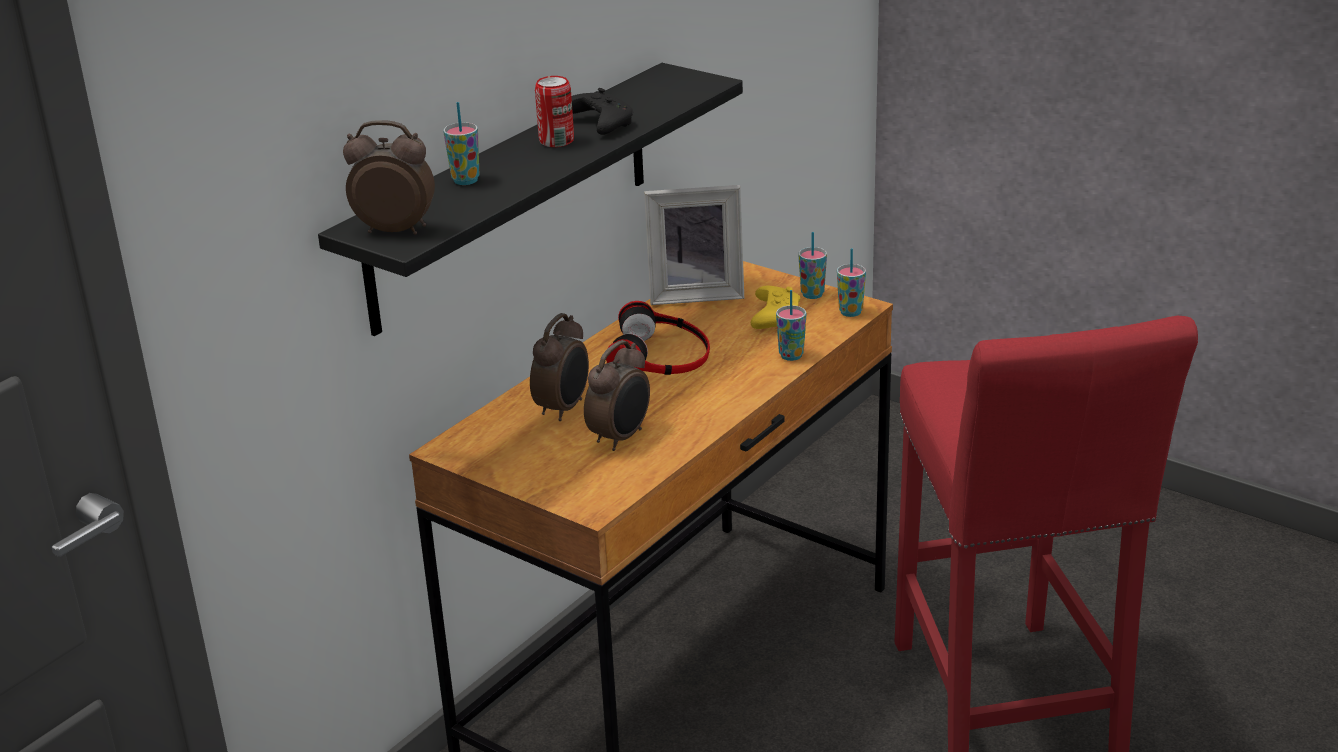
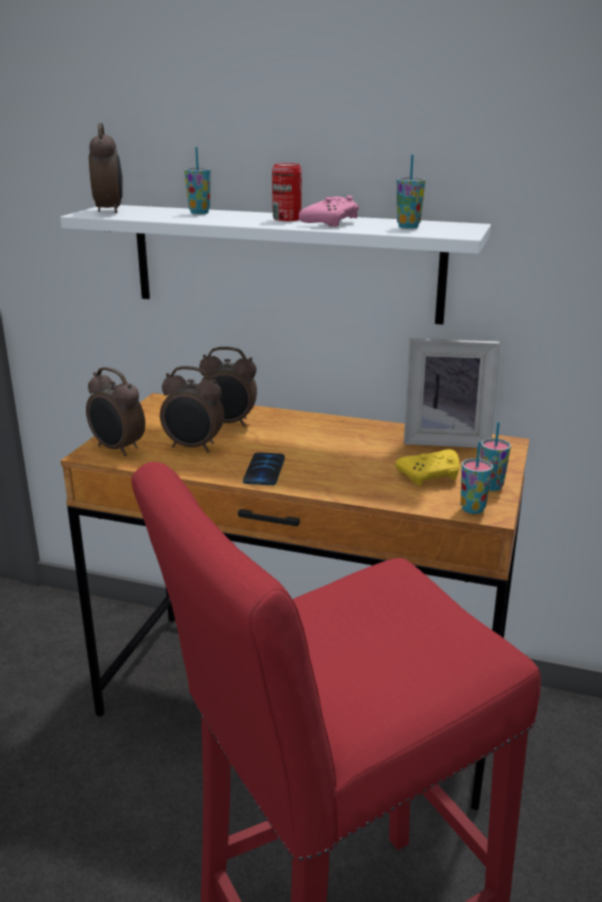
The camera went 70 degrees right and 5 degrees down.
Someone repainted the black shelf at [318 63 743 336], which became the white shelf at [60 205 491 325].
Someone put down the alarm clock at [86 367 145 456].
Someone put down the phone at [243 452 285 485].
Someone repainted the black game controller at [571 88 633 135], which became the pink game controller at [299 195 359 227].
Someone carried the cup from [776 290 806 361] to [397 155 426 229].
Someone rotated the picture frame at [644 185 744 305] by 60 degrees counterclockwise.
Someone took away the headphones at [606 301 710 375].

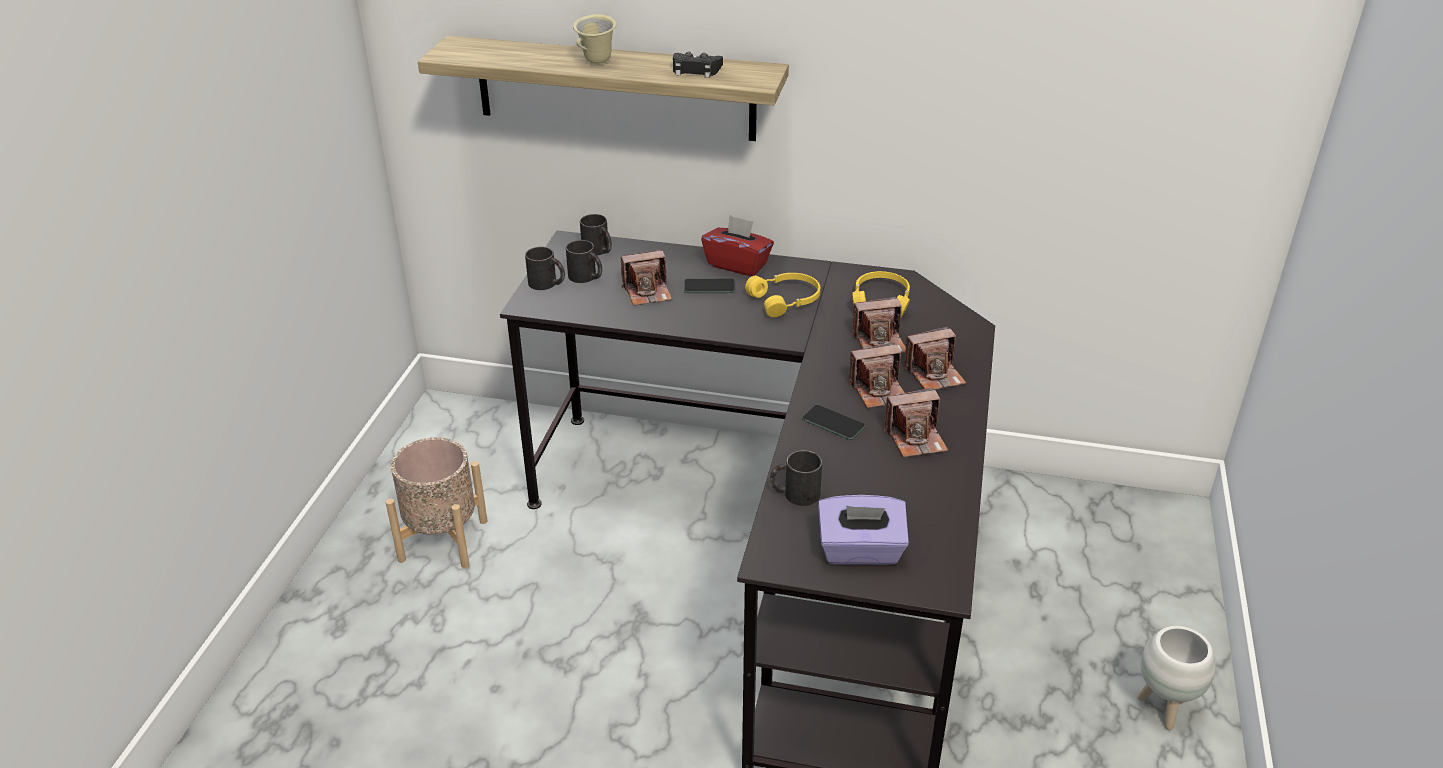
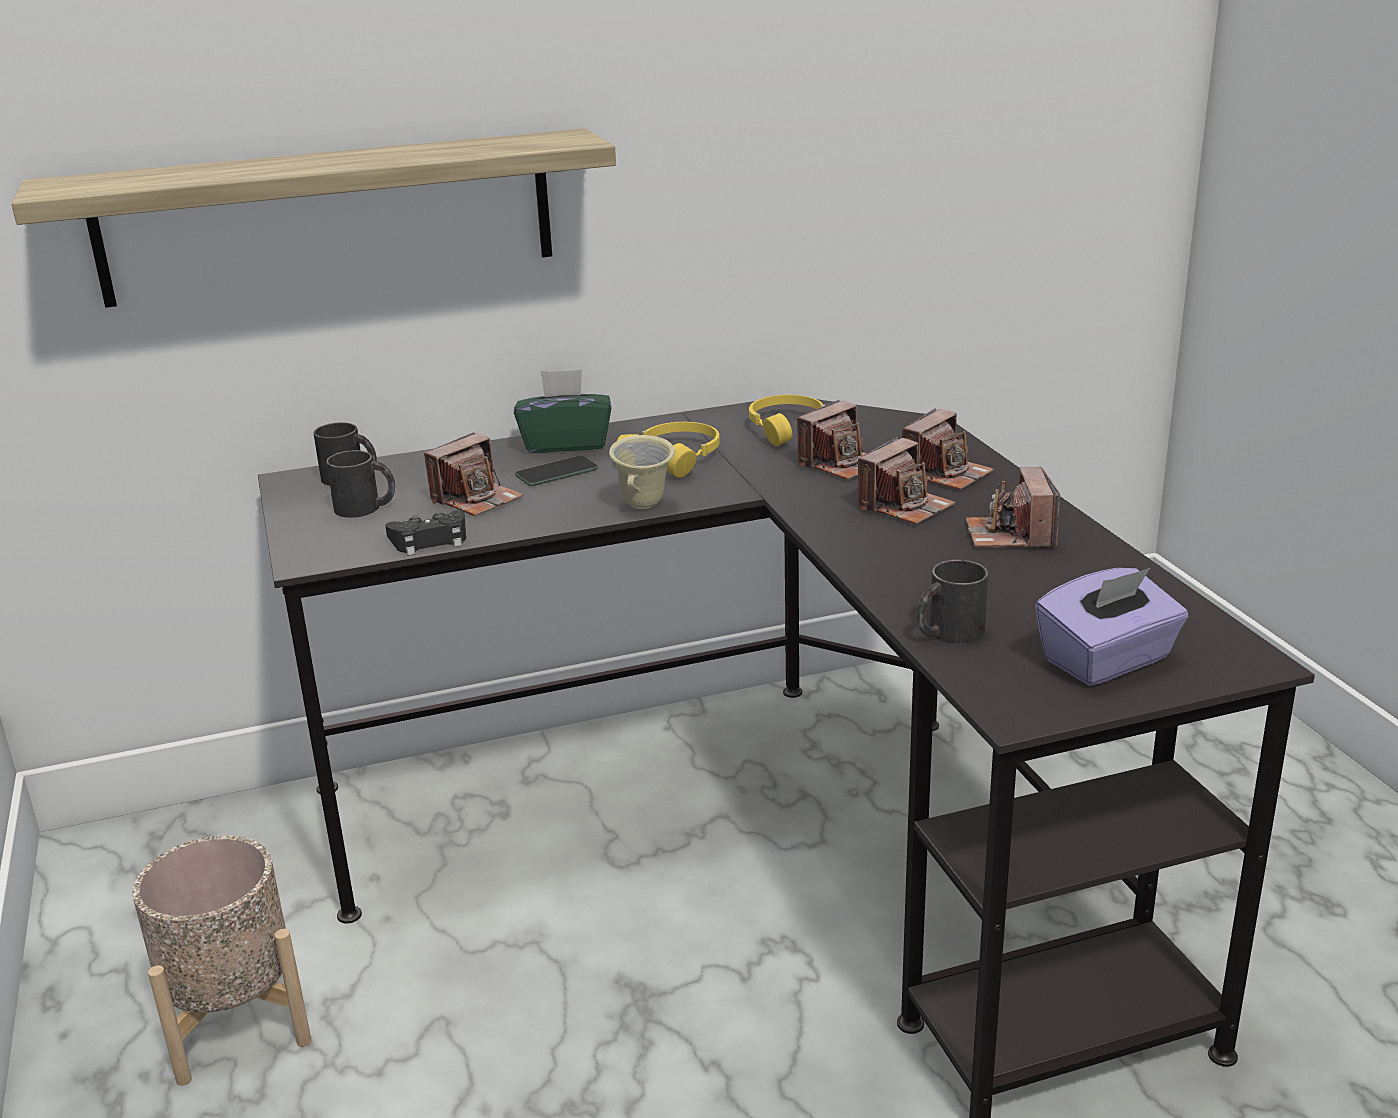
The camera went 30 degrees left and 10 degrees down.
Someone carried the black game controller from [673 51 723 78] to [385 510 466 556].
Someone repainted the red tissue box at [701 215 774 276], which became the green tissue box at [514 369 612 453].
Someone carried the beige mug from [573 15 616 65] to [609 435 675 509].
Someone rotated the photo camera at [884 388 948 457] by 135 degrees clockwise.
Someone took away the black mug at [525 247 565 290].
Someone took away the phone at [802 405 865 440].
Someone took away the white planter at [1137 626 1215 730].

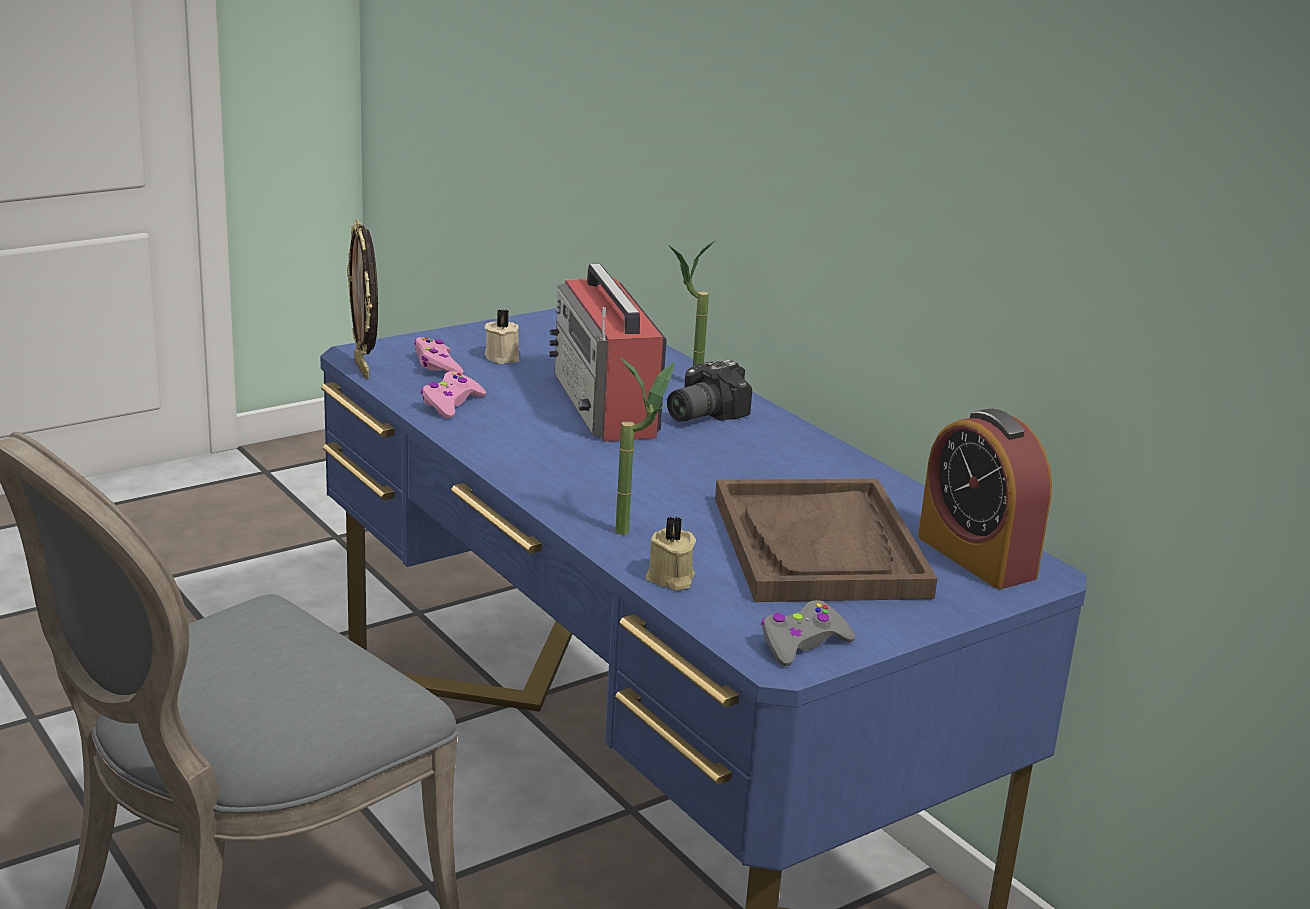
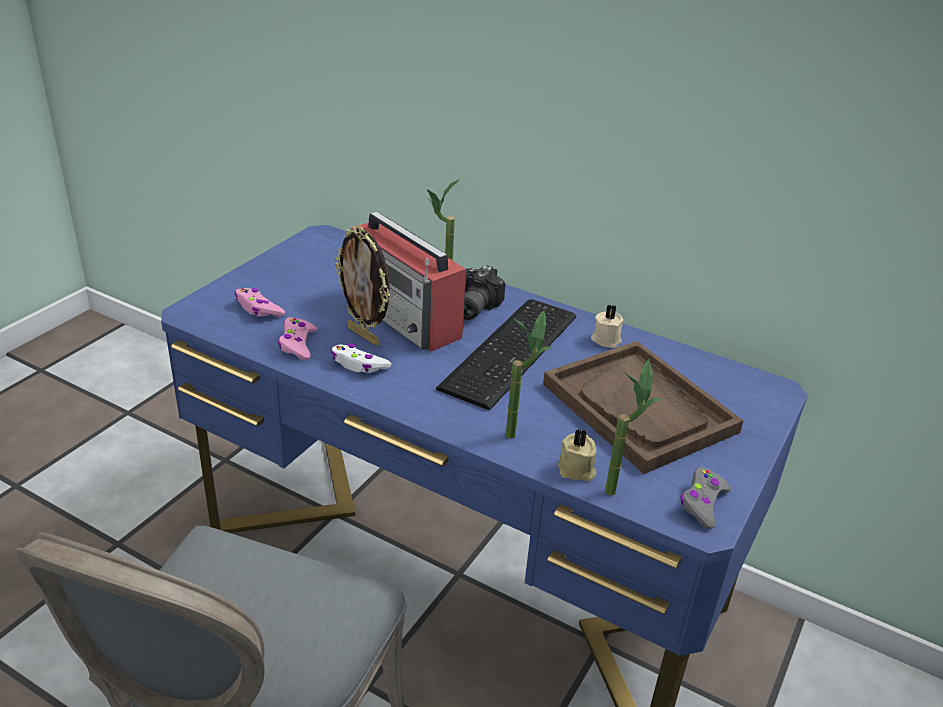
The camera went 25 degrees left and 10 degrees up.
Someone put down the white game controller at [331 344 391 373].
Someone carried the picture frame from [347 220 378 379] to [334 226 390 346].
Someone put down the keyboard at [436 299 576 410].
Someone carried the beige candle from [485 309 519 364] to [591 305 623 348].
Someone put down the potted plant at [605 359 662 496].
Someone took away the alarm clock at [918 409 1052 589].

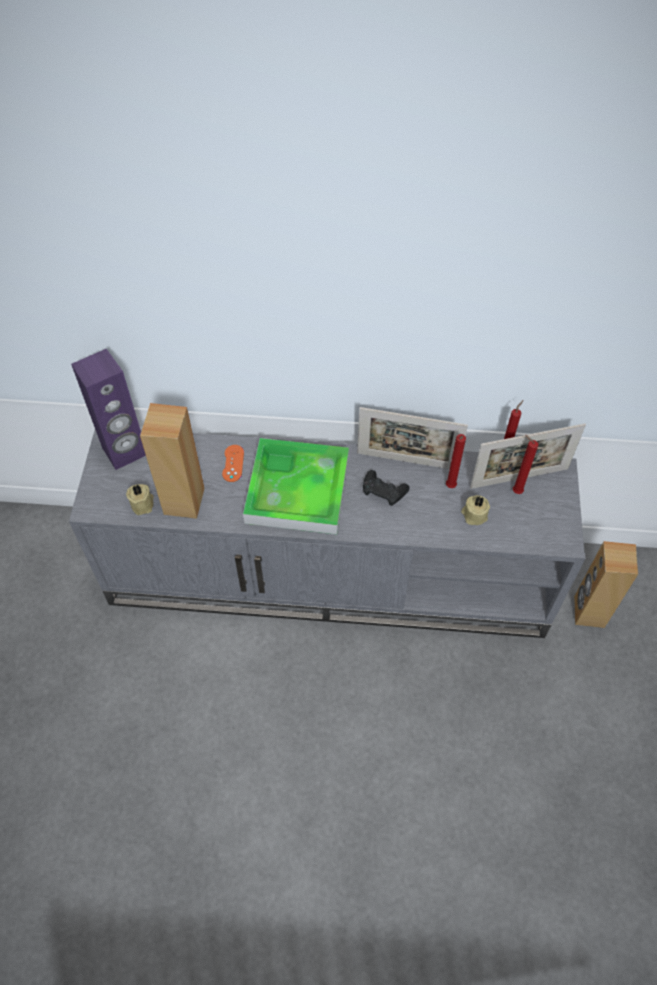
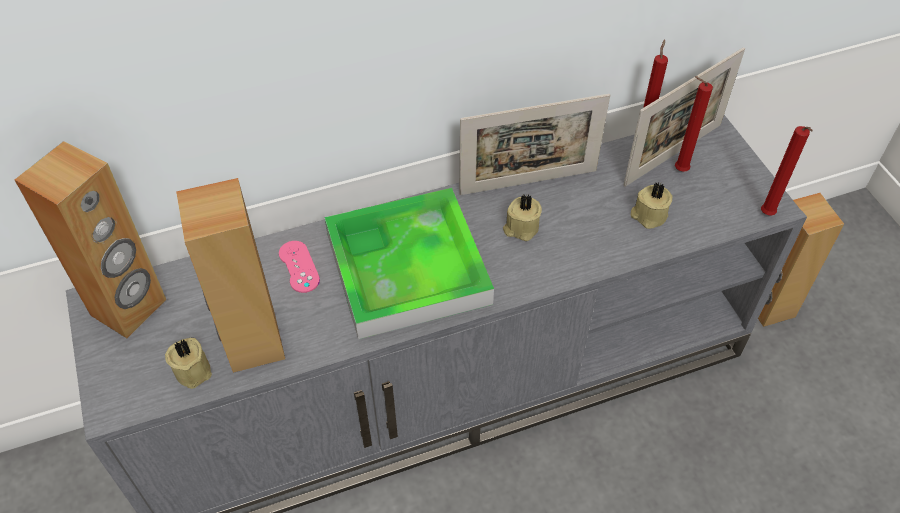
The camera went 25 degrees left and 5 degrees down.
Someone repainted the purple speaker at [71 349 146 470], which became the brown speaker at [15 141 166 338].
Someone repainted the orange game controller at [222 445 244 482], which became the pink game controller at [279 241 320 293].
Someone swapped the black game controller at [363 470 409 506] for the beige candle at [503 195 542 241].
Someone carried the red candle from [446 434 466 488] to [761 126 813 216].

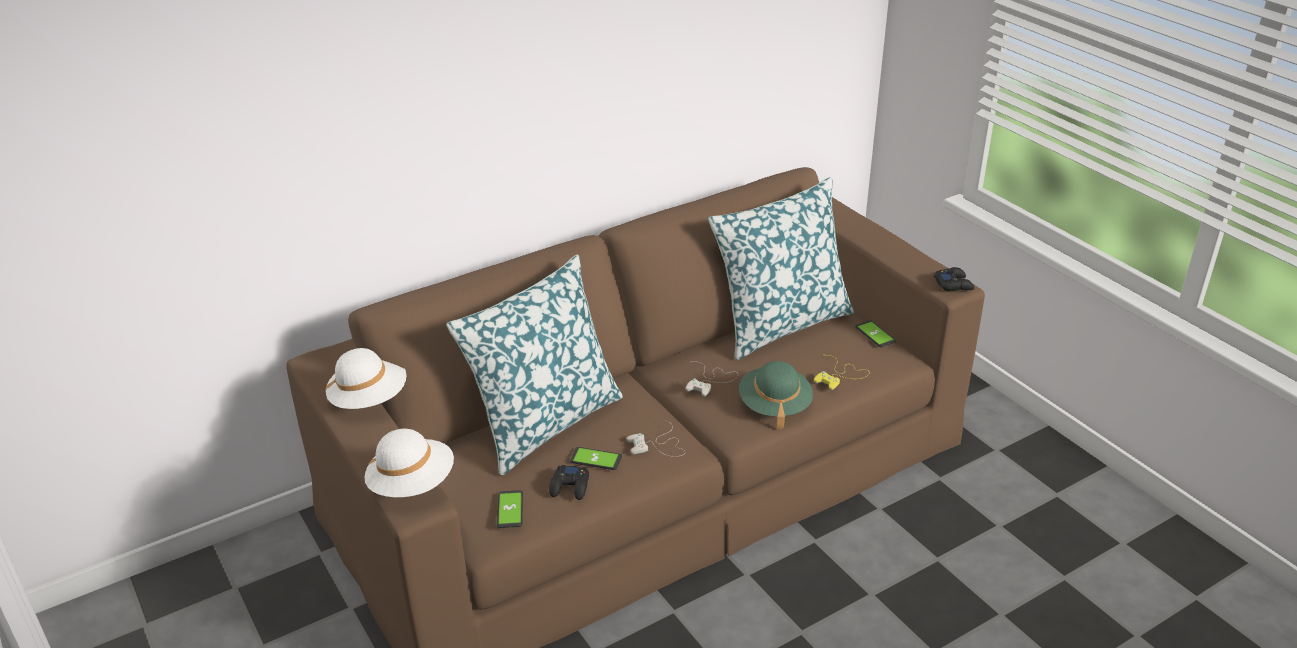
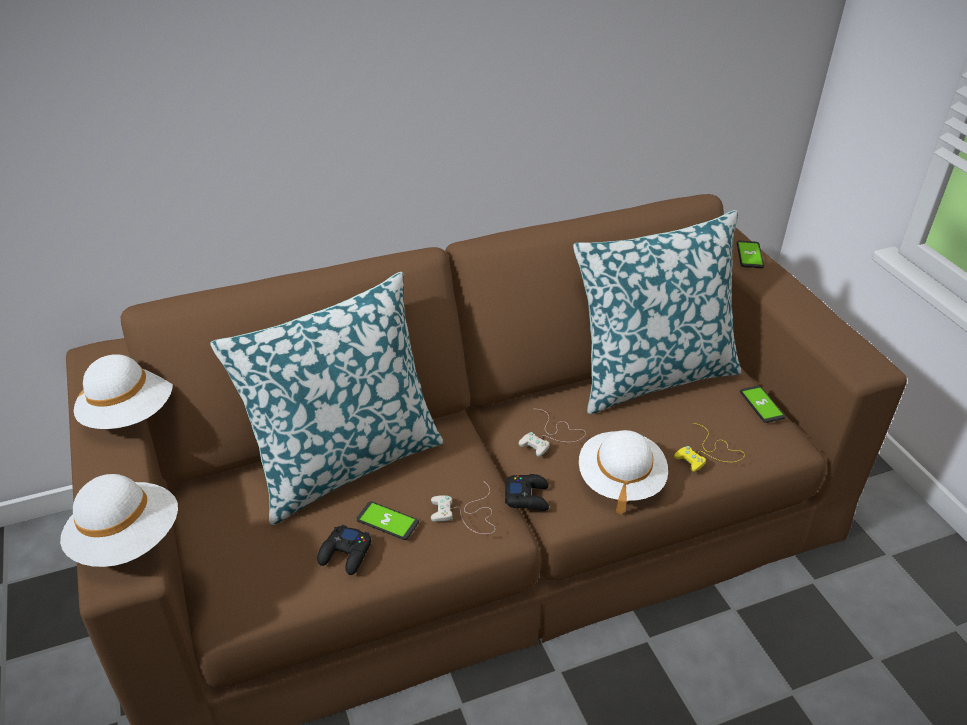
The camera went 10 degrees right and 5 degrees up.
Someone carried the black game controller from [934 267 974 291] to [505 474 549 511].
Someone repainted the green hat at [739 361 813 429], which became the white hat at [579 430 668 515].
Someone carried the phone from [497 490 523 528] to [737 241 764 268].

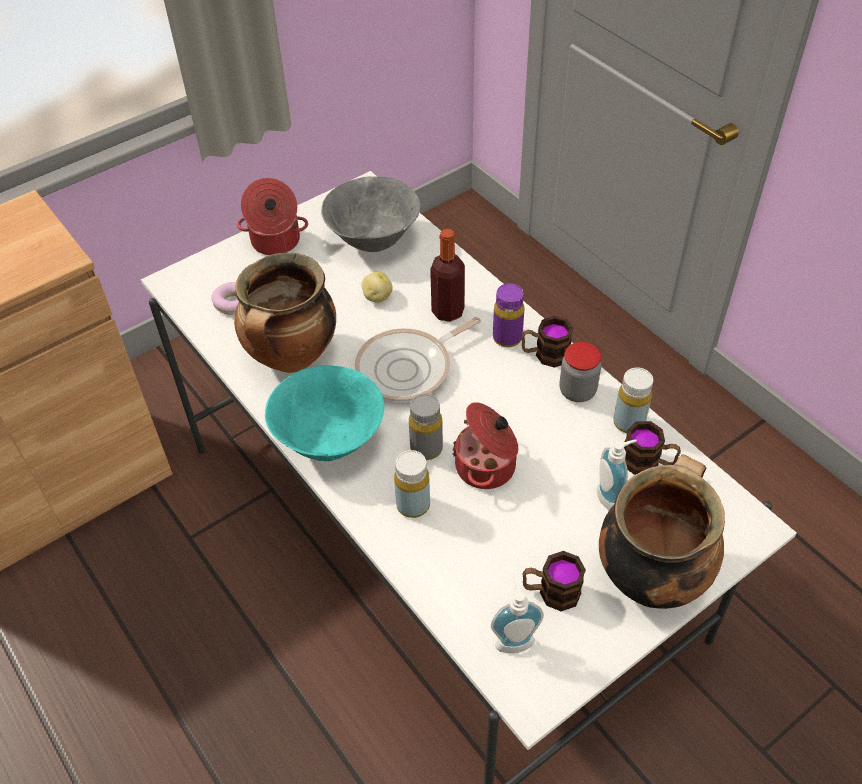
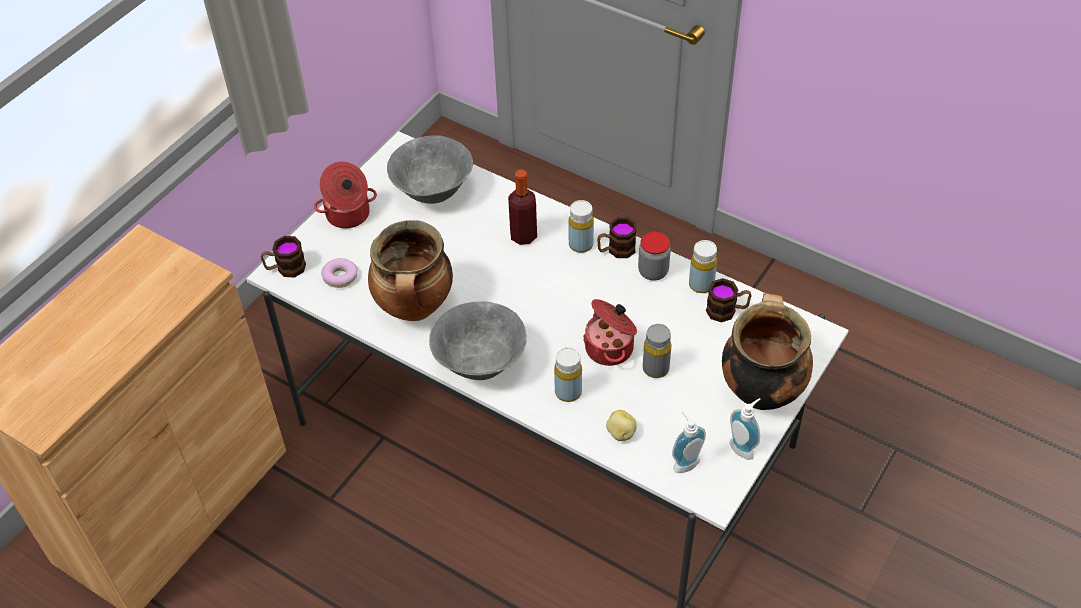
The camera went 20 degrees left and 0 degrees up.
Someone carried the mug from [523 551 586 612] to [261 236 306 278].
Someone repainted the turquoise bowl at [265 365 384 461], which became the grey bowl at [429 301 527 380].
Someone repainted the purple bottle at [493 283 524 347], which became the yellow bottle at [568 200 594 253].
Someone carried the potato from [362 271 393 303] to [606 410 637 441].
Someone carried the grey bottle from [409 394 443 460] to [643 324 671 378].
Someone carried the soap dispenser from [596 440 637 510] to [729 398 760 460].
Someone took away the frying pan at [354 317 481 402].

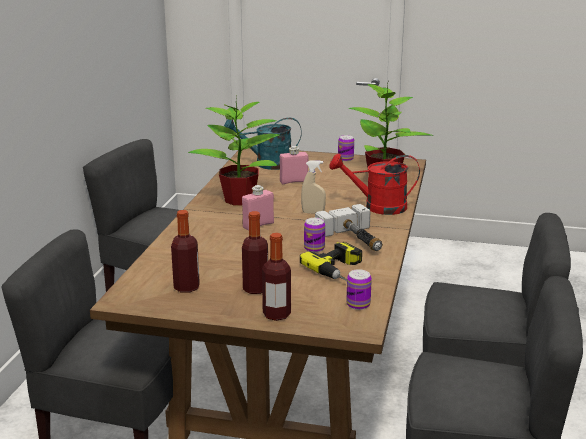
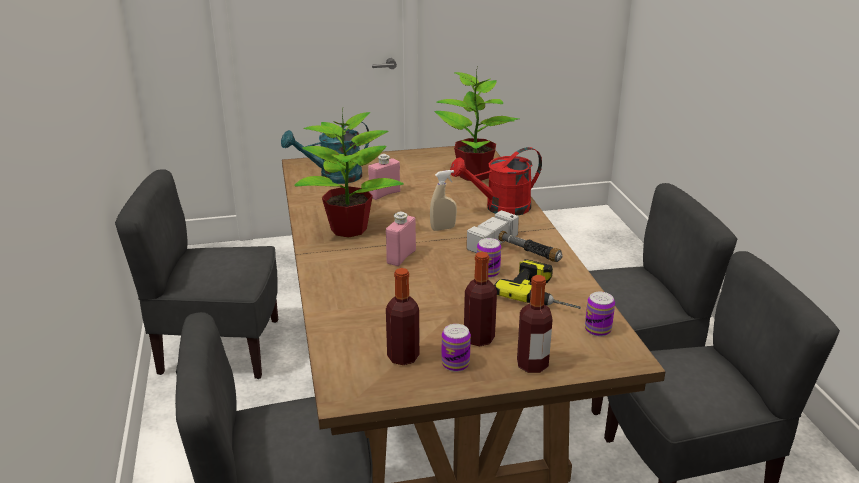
The camera went 25 degrees left and 5 degrees up.
Someone carried the can from [338 135 354 161] to [441 324 471 372].

